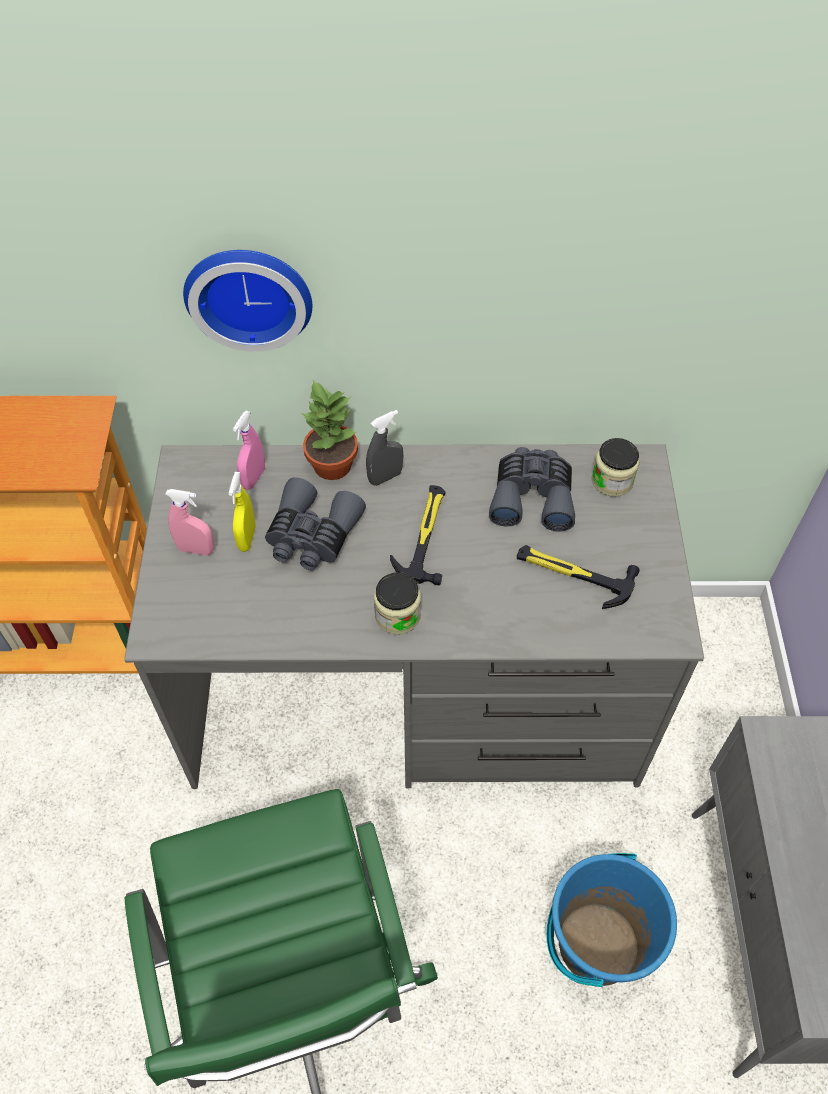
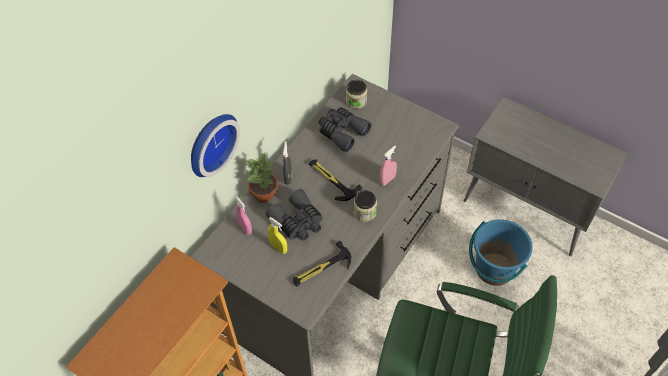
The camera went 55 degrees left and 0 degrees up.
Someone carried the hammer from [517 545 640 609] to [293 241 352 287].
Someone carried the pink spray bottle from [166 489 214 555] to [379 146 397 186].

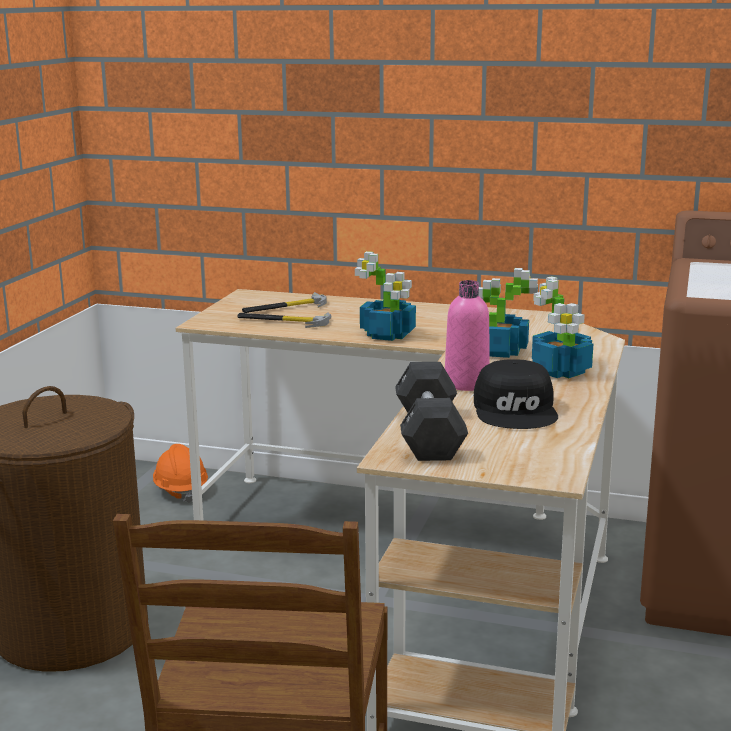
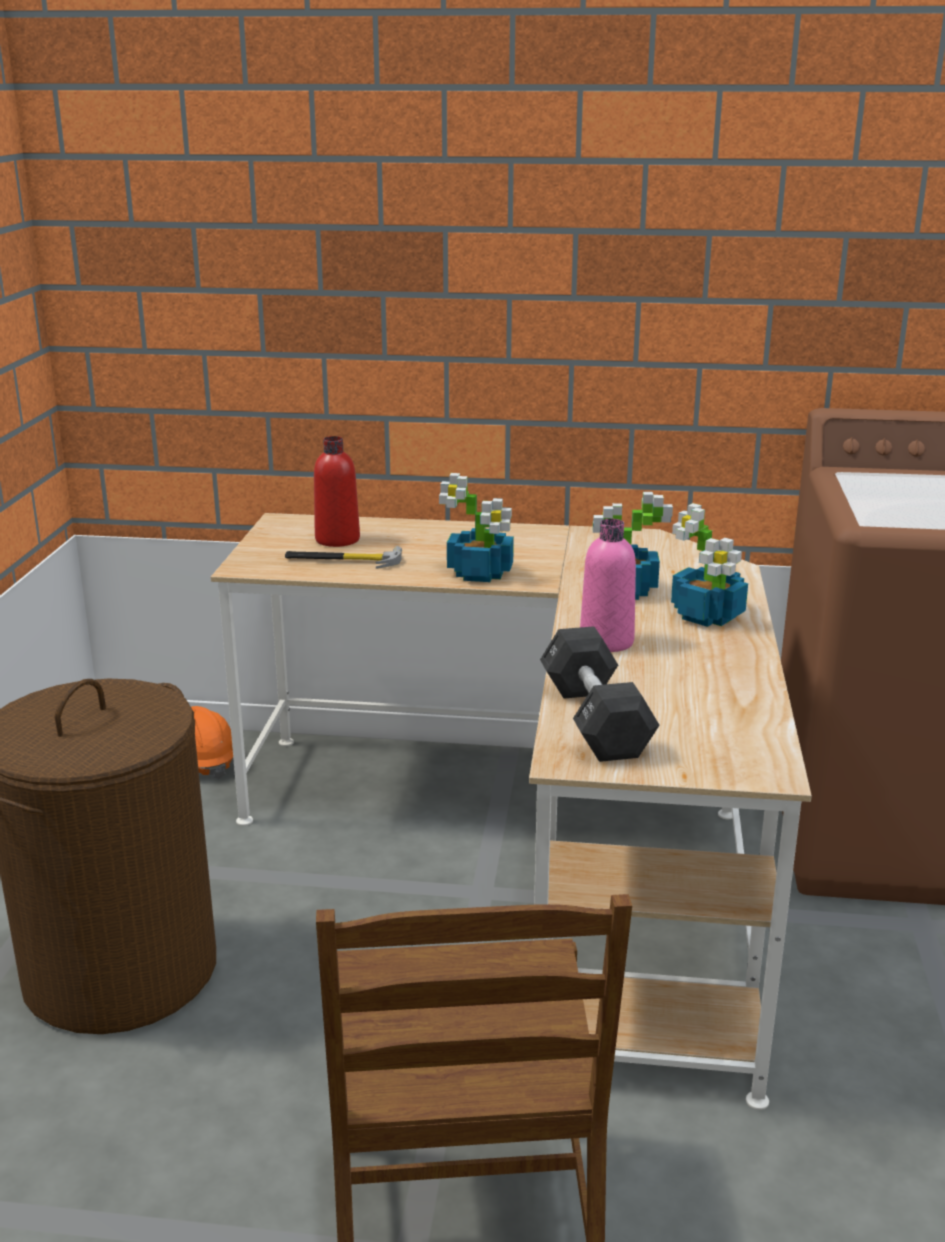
The camera went 10 degrees left and 5 degrees up.
Someone swapped the hammer at [242 292 327 313] for the red bottle at [314 436 360 547].
Someone took away the black cap at [474 359 558 429].

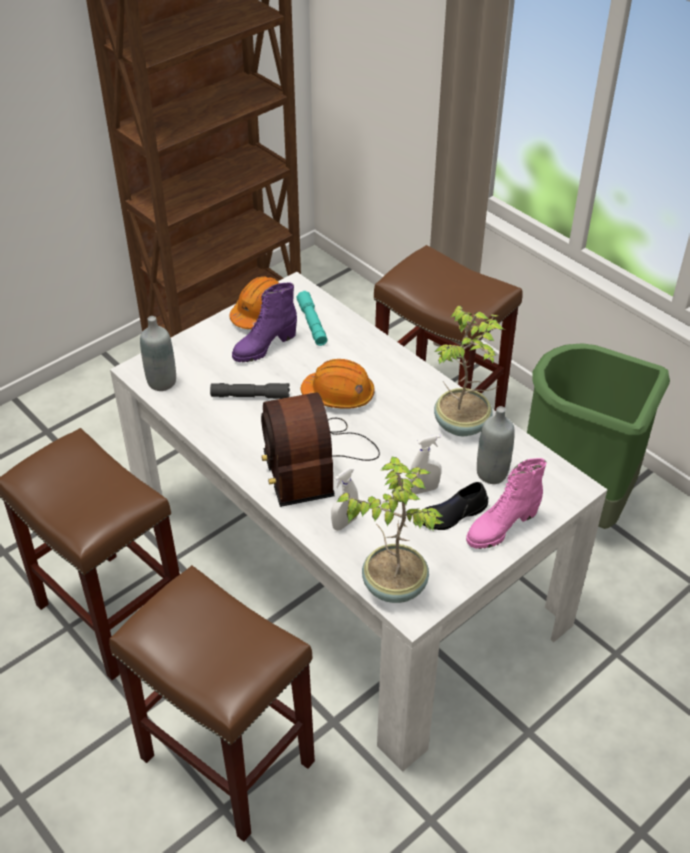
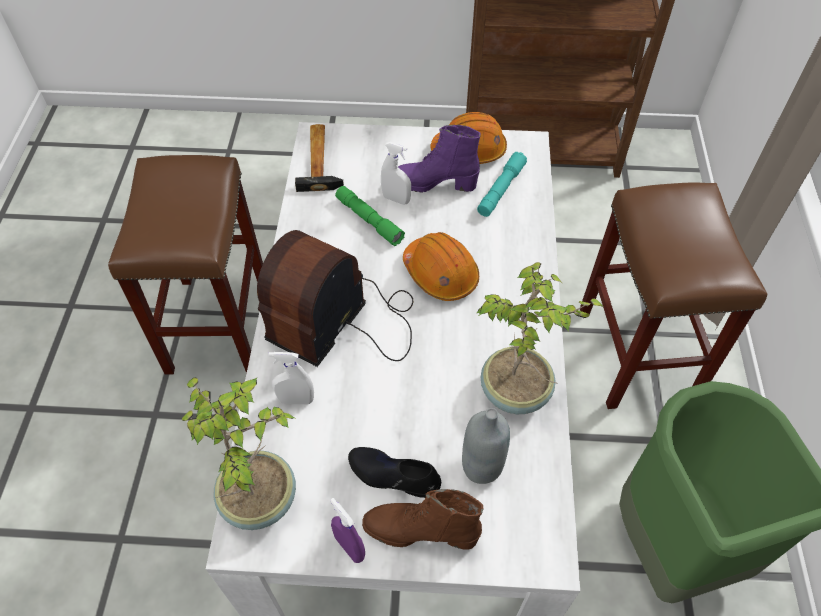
The camera went 45 degrees right and 10 degrees up.
Someone swapped the grey bottle at [140 316 176 391] for the hammer at [295 124 344 192].
Someone put down the purple spray bottle at [330 498 365 563].
Someone repainted the grey flashlight at [210 383 290 399], which became the green flashlight at [335 186 405 246].
Someone repainted the pink boot at [466 458 547 549], which became the brown boot at [362 489 483 550].
Someone carried the white spray bottle from [409 435 441 494] to [381 142 411 205].
Someone took away the brown stool at [109 565 315 842].

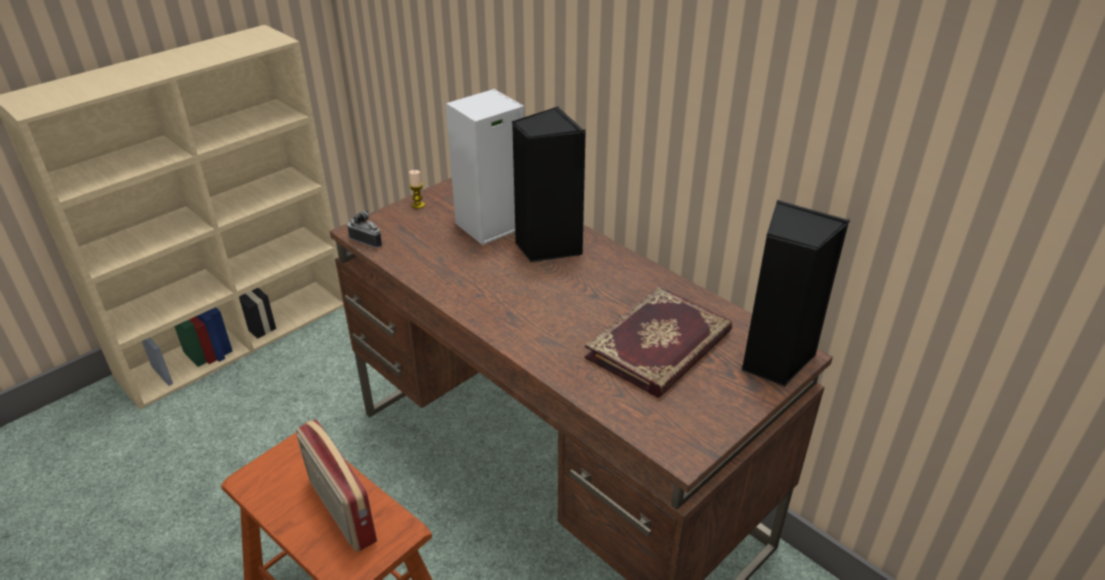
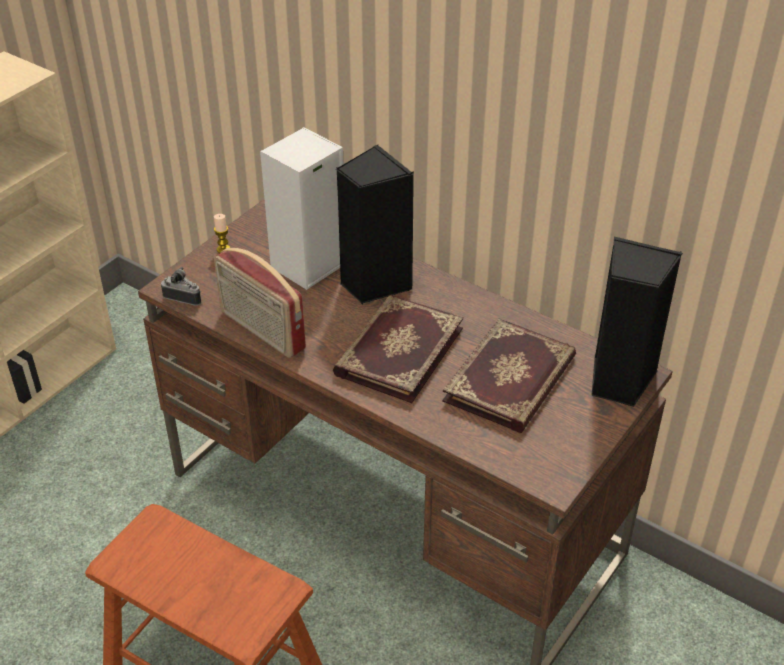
The camera went 10 degrees left and 5 degrees up.
Someone carried the radio from [296 419 377 552] to [214 248 306 358].
Someone put down the book at [333 295 463 403].

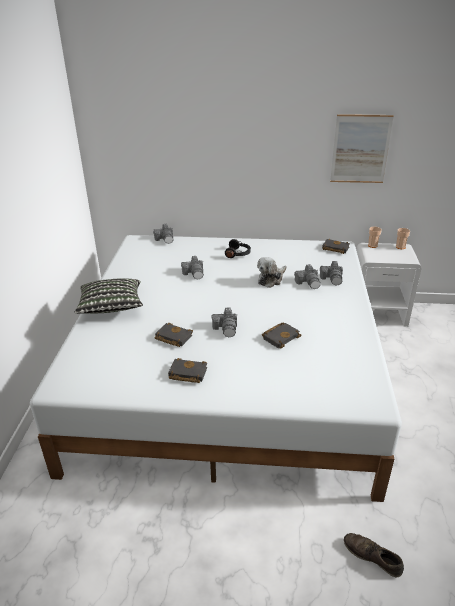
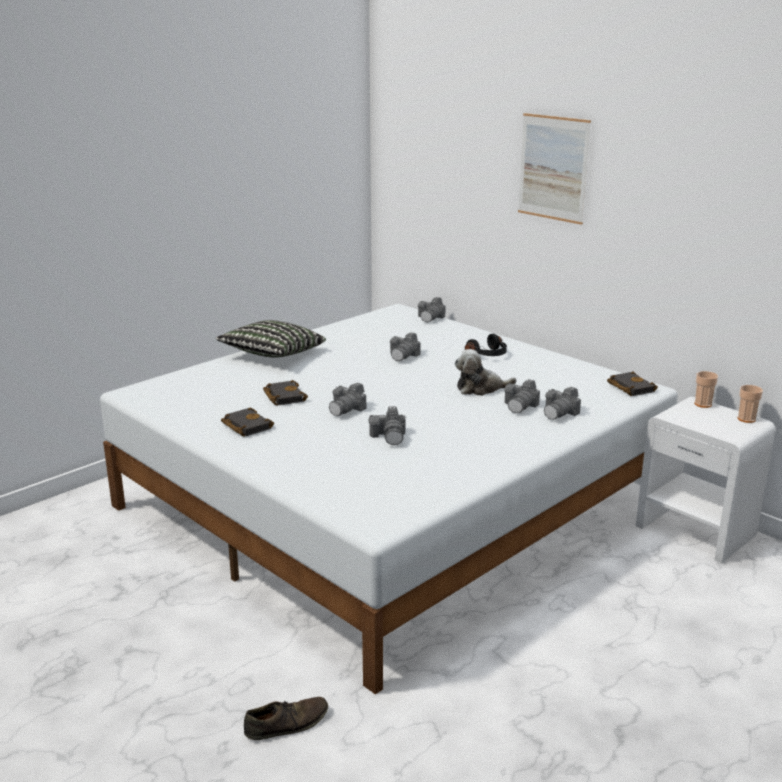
The camera went 40 degrees right and 10 degrees down.
Someone rotated the brown shoe at [344 533 404 577] by 75 degrees clockwise.
Someone swapped the black book at [262 323 301 349] for the photo camera at [369 406 406 445].
Someone carried the picture from [330 114 394 183] to [518 113 591 225].

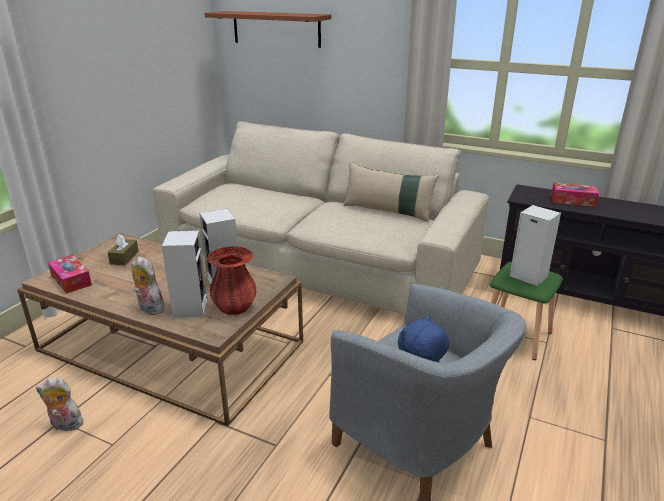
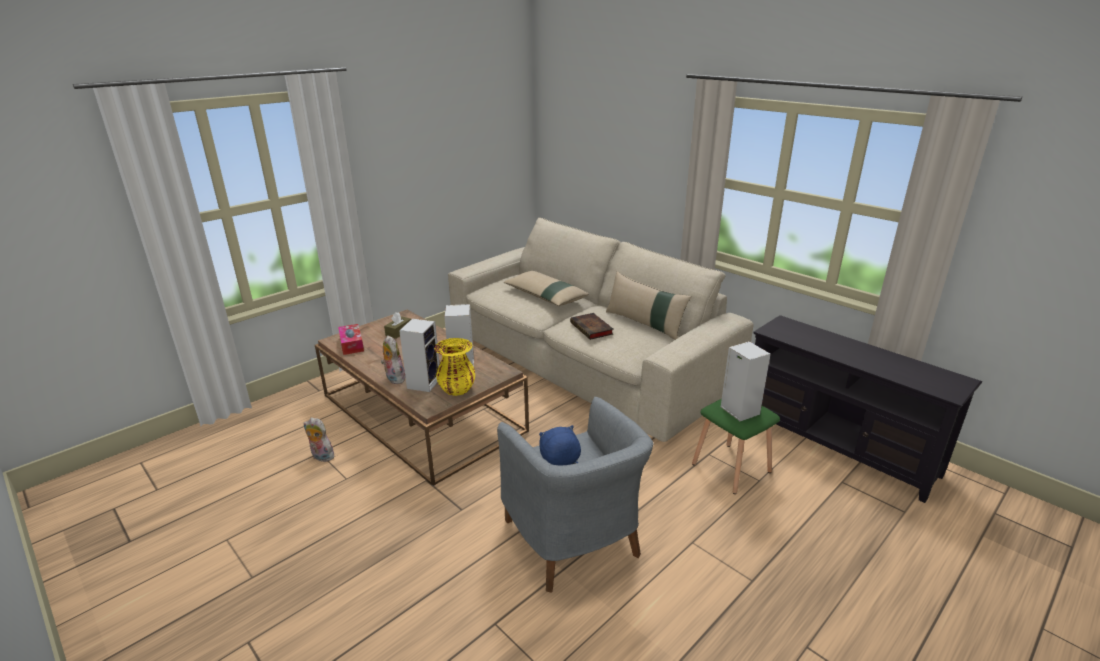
The camera went 20 degrees right and 0 degrees up.
Someone repainted the red vase at [207 246 257 315], which became the yellow vase at [434 338 475 396].
Someone put down the beige pillow at [504 271 589 306].
Someone put down the book at [570 313 614 340].
Someone took away the brown shelf at [204 11 331 48].
Someone took away the tissue box at [551 183 599 207].

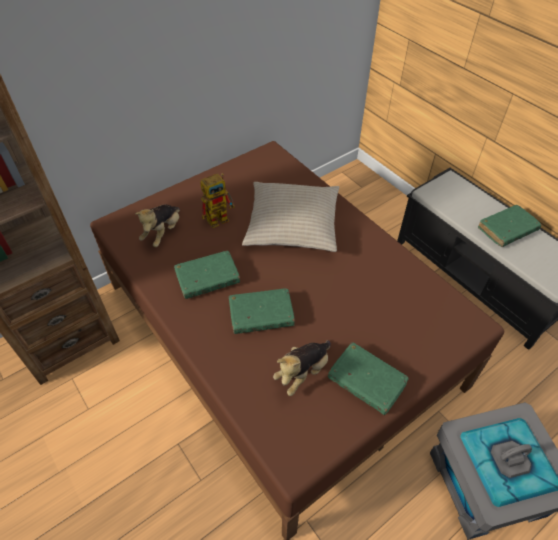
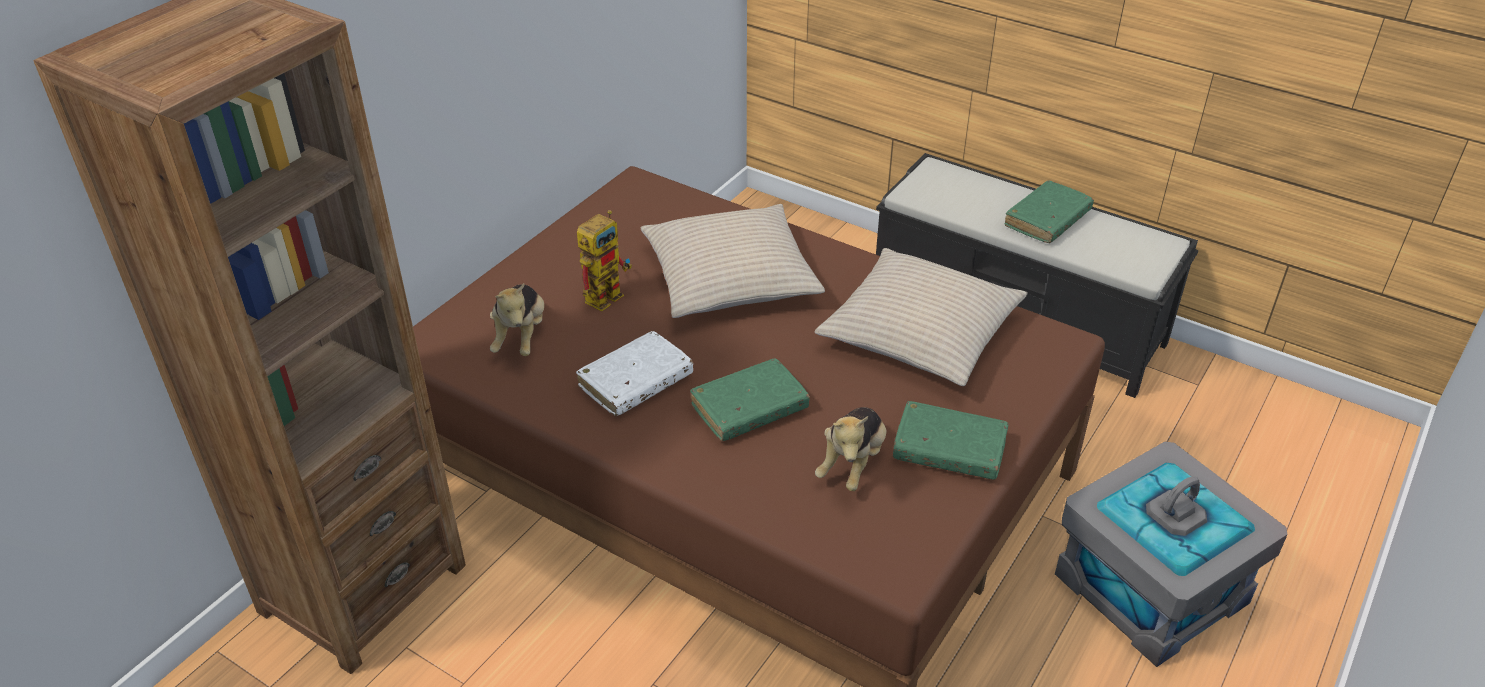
The camera went 20 degrees left and 10 degrees down.
Someone repainted the green book at [174 251 240 299], which became the white book at [576 331 693 416].
Someone put down the beige pillow at [814 248 1028 386].

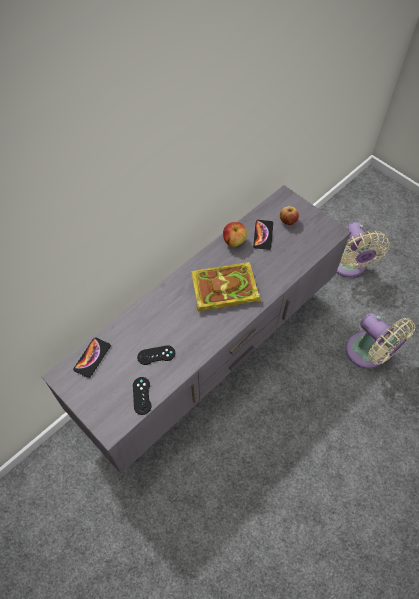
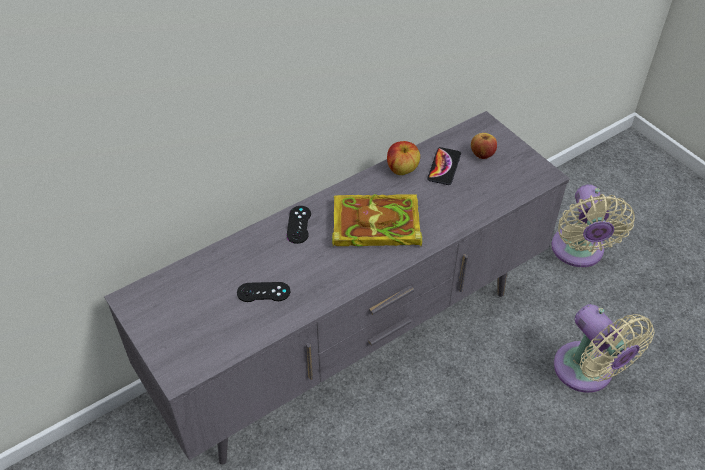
The camera went 10 degrees right and 10 degrees down.
Someone carried the black game controller from [133 377 152 415] to [287 206 311 244].
Someone took away the phone at [73 338 111 378].

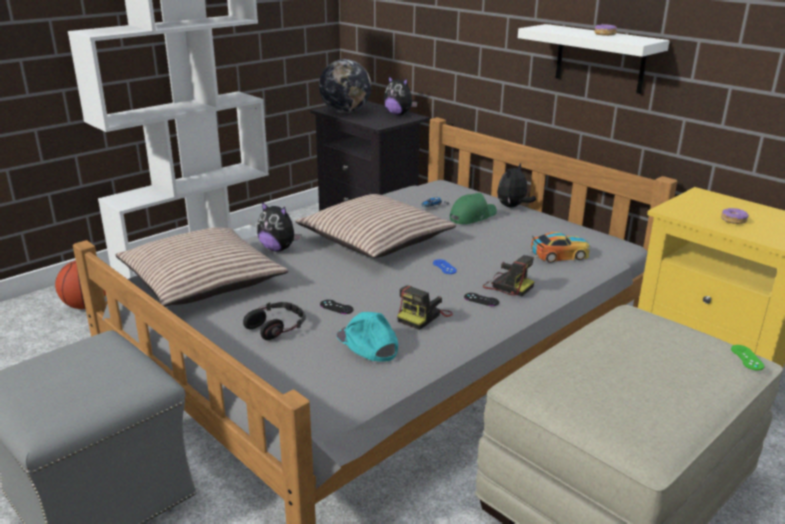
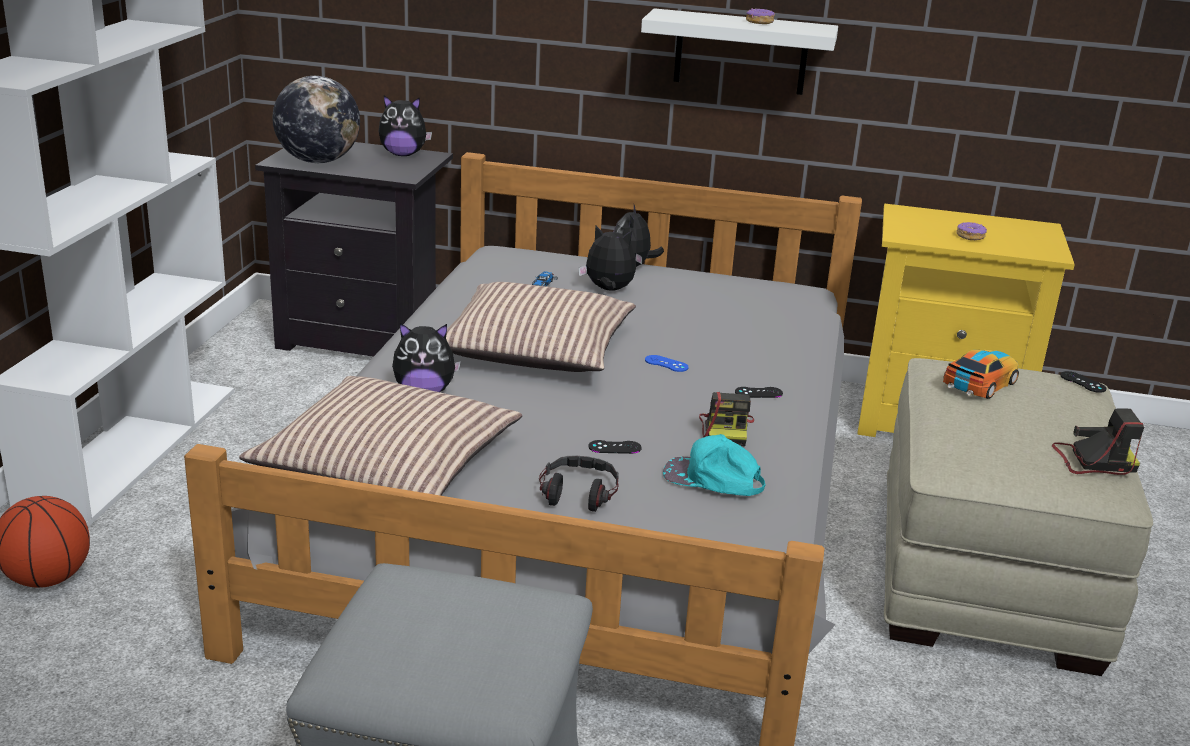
The camera went 35 degrees left and 0 degrees up.
Someone swapped the green cap at [450 193 497 224] for the plush toy at [578 226 636 291].
Someone carried the toy car from [530 232 590 263] to [943 350 1019 399].
Someone carried the photo camera from [483 255 535 296] to [1052 408 1144 475].
Someone repainted the green game controller at [731 345 764 370], which became the black game controller at [1060 371 1107 393].

